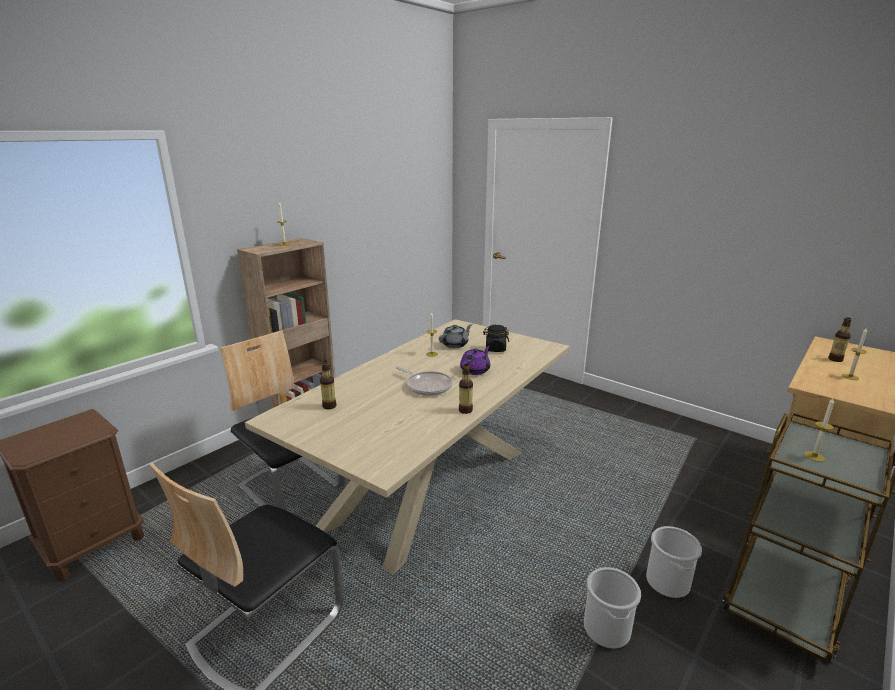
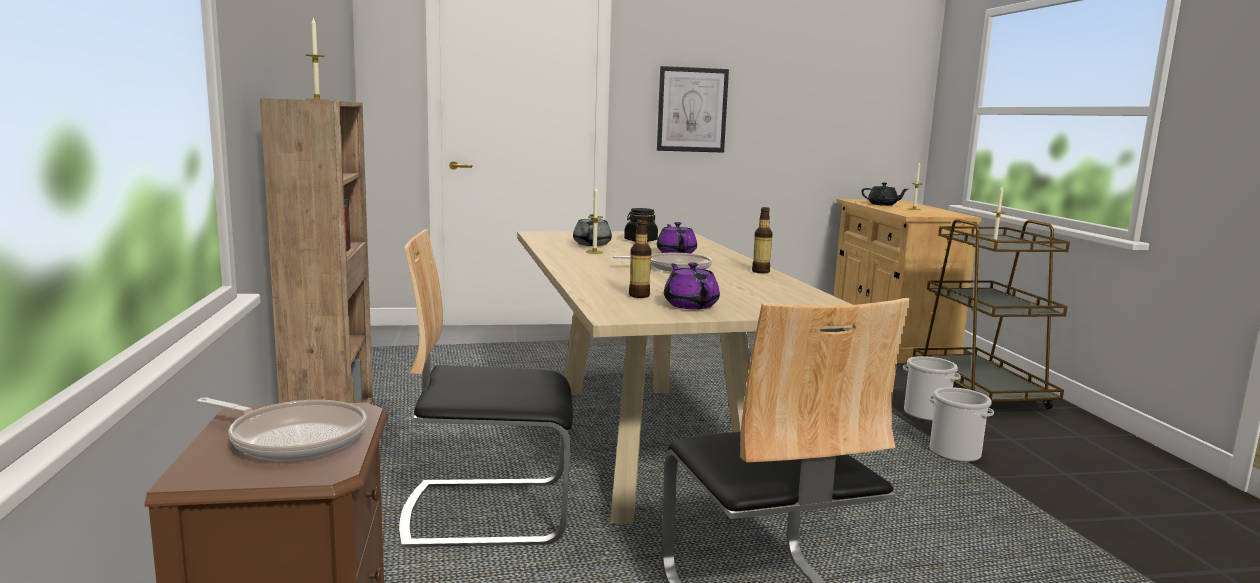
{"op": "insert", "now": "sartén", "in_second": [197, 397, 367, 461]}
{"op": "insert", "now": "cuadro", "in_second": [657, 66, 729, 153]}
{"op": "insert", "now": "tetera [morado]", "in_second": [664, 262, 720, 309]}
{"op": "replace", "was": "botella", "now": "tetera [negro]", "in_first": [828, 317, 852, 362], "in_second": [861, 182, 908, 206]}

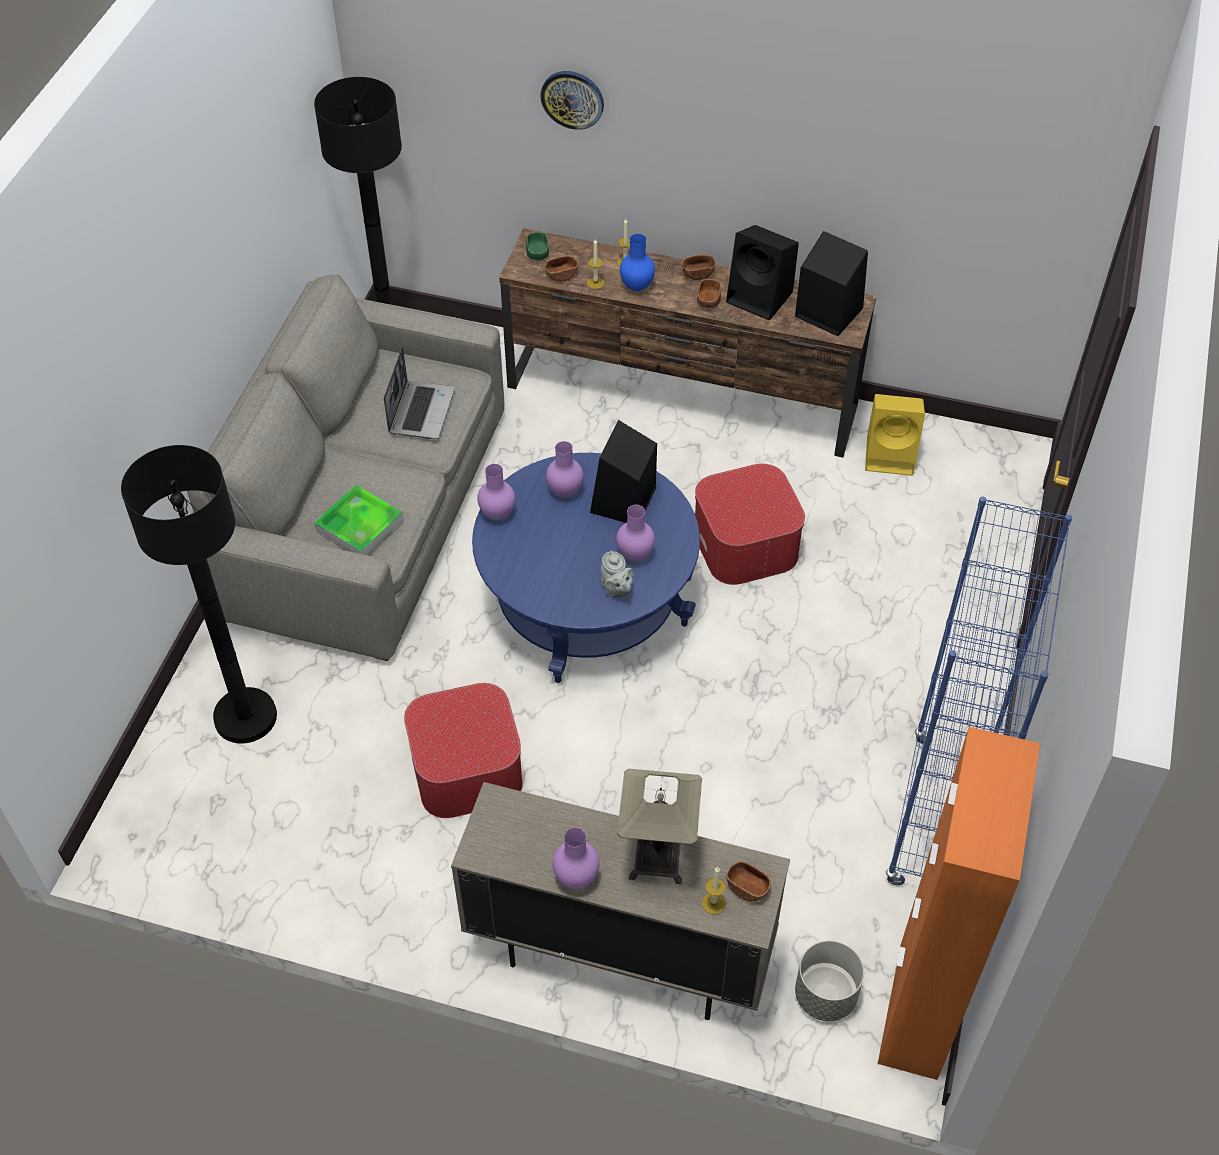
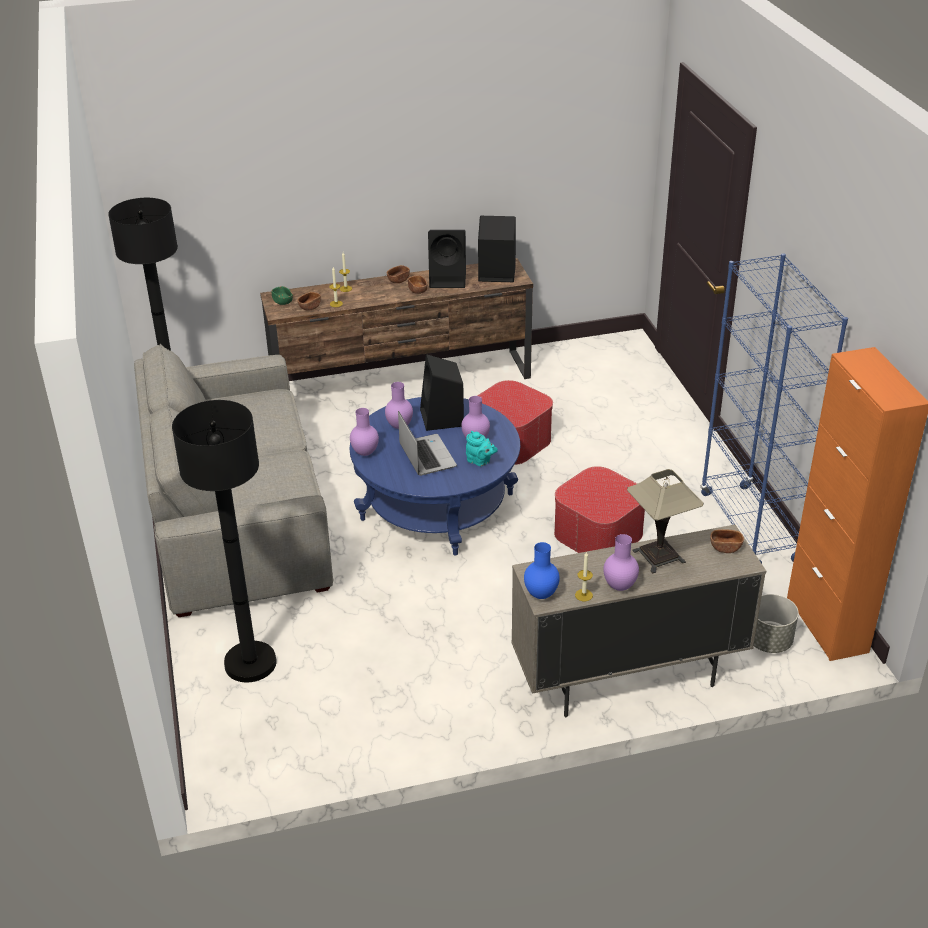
{"op": "move", "was": "portátil", "in_first": [384, 347, 455, 439], "in_second": [398, 411, 457, 476]}
{"op": "recolor", "was": "tetera [gris]", "now": "tetera [turquesa]", "in_first": [601, 551, 634, 598], "in_second": [466, 431, 498, 466]}
{"op": "move", "was": "florero [azul]", "in_first": [620, 234, 655, 291], "in_second": [524, 542, 560, 599]}
{"op": "move", "was": "puf", "in_first": [404, 683, 523, 818], "in_second": [554, 466, 645, 553]}
{"op": "move", "was": "vela", "in_first": [702, 867, 726, 915], "in_second": [575, 551, 593, 601]}
{"op": "delete", "was": "bandeja", "in_first": [314, 485, 404, 555]}
{"op": "delete", "was": "reloj de pared", "in_first": [540, 71, 604, 130]}
{"op": "delete", "was": "altavoz [amarillo]", "in_first": [865, 394, 925, 476]}

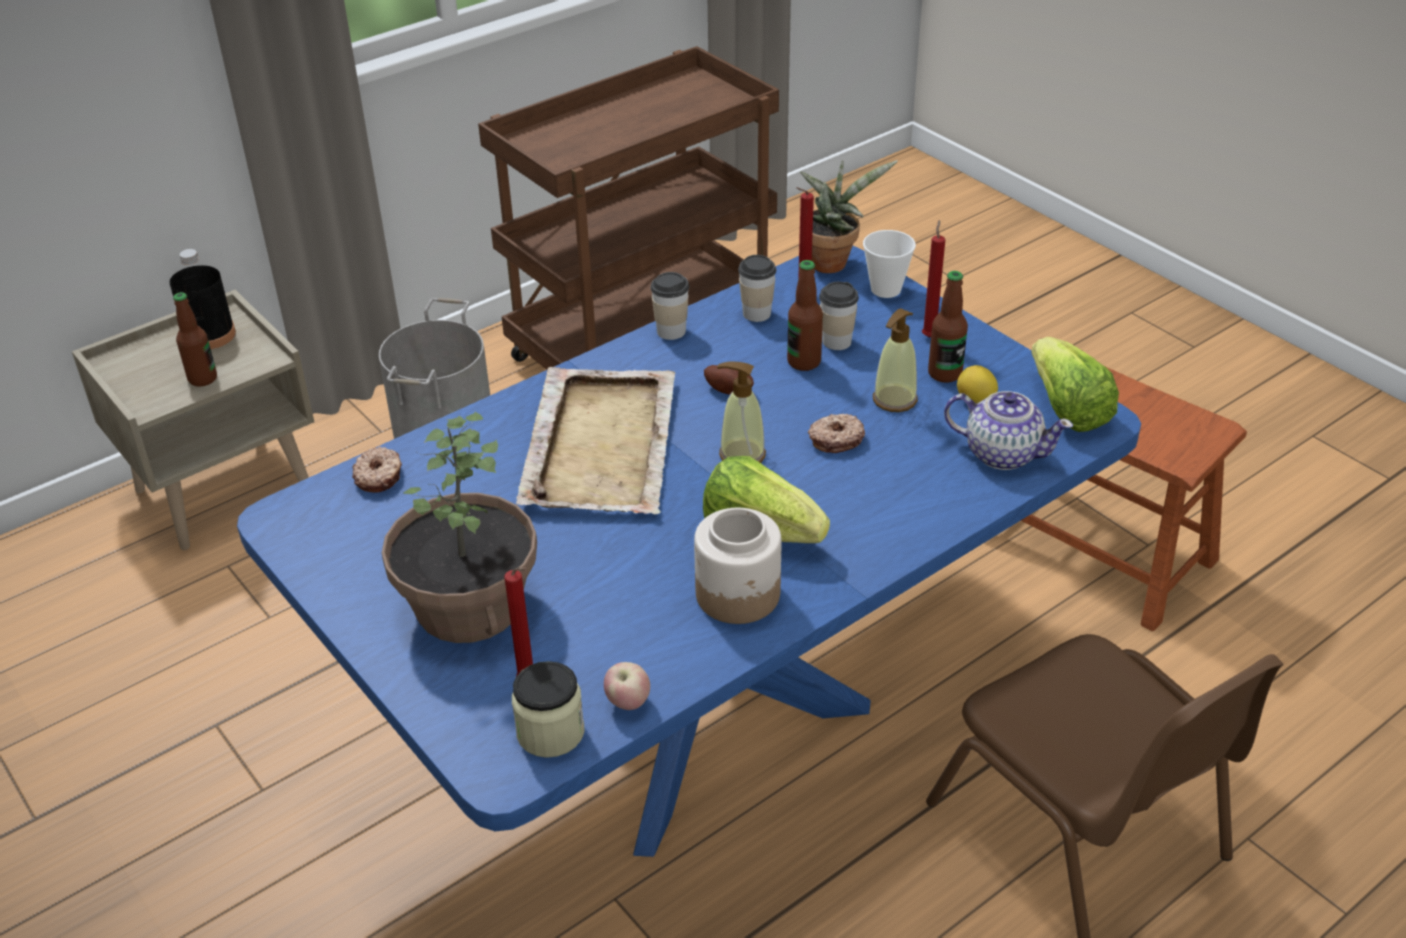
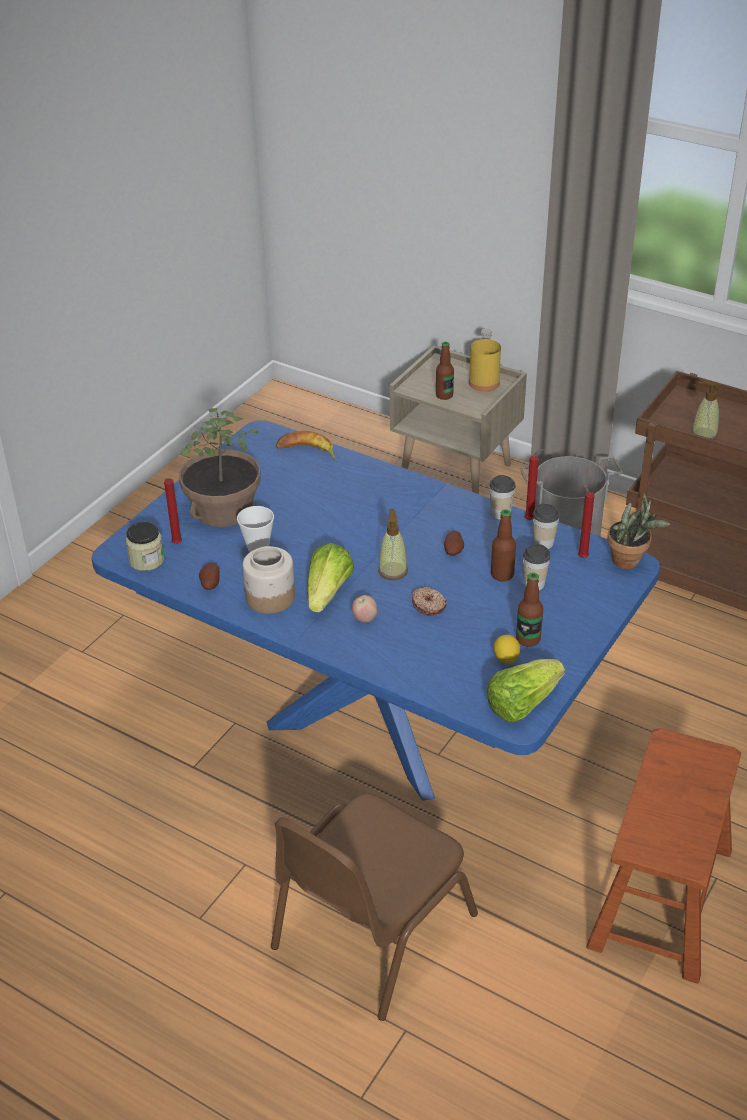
{"op": "insert", "now": "patata", "in_second": [199, 563, 220, 590]}
{"op": "move", "was": "taza", "in_first": [863, 230, 916, 298], "in_second": [237, 506, 274, 552]}
{"op": "replace", "was": "rosquilla", "now": "plátano", "in_first": [352, 447, 402, 493], "in_second": [276, 431, 336, 460]}
{"op": "move", "was": "manzana", "in_first": [604, 662, 650, 710], "in_second": [352, 595, 378, 623]}
{"op": "recolor", "was": "botella [negro]", "now": "botella [amarillo]", "in_first": [169, 249, 236, 349], "in_second": [469, 328, 501, 392]}
{"op": "move", "was": "vela [rojo]", "in_first": [922, 220, 945, 338], "in_second": [525, 449, 543, 520]}
{"op": "move", "was": "dispensador de jabón", "in_first": [873, 308, 918, 412], "in_second": [691, 381, 719, 440]}
{"op": "delete", "was": "bandeja [beis]", "in_first": [516, 367, 676, 514]}
{"op": "delete", "was": "tetera", "in_first": [944, 391, 1073, 470]}

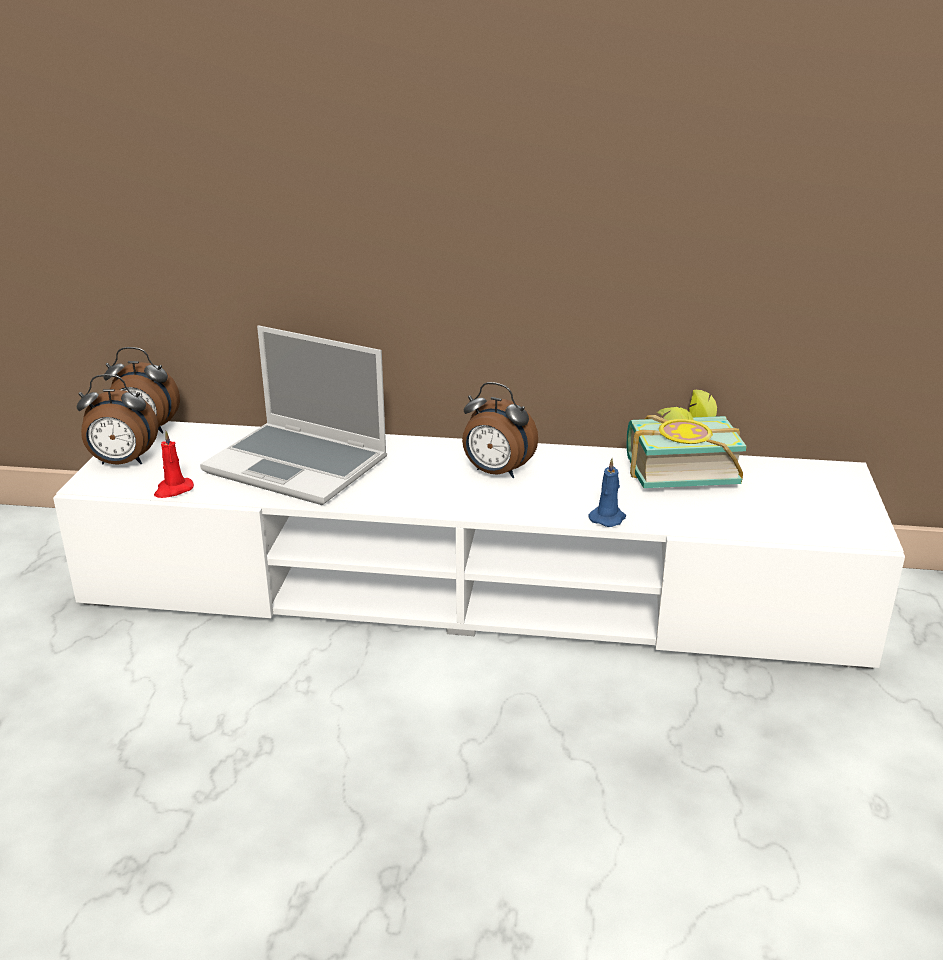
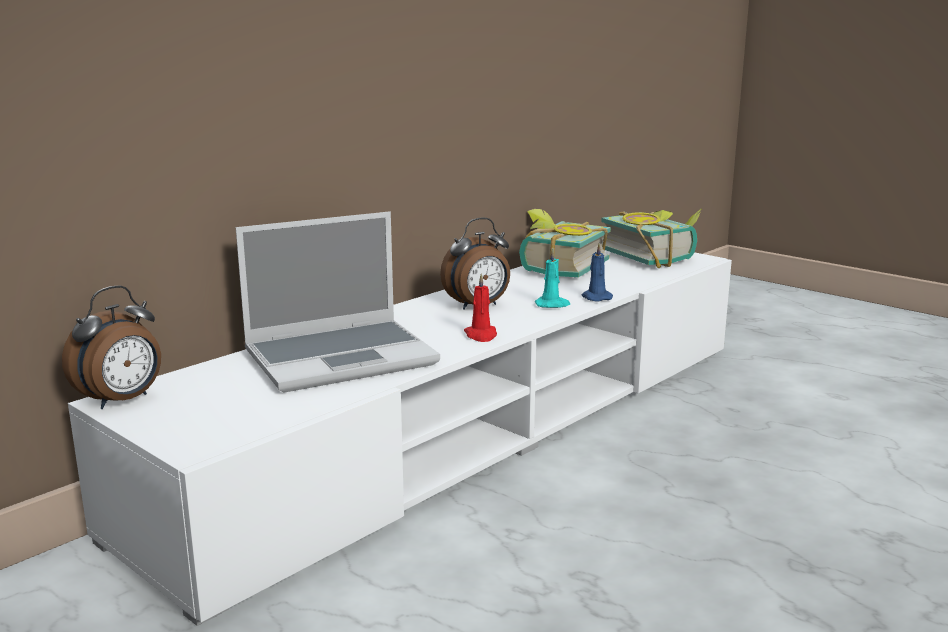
{"op": "move", "was": "vela [rojo]", "in_first": [154, 431, 194, 498], "in_second": [464, 273, 497, 342]}
{"op": "insert", "now": "vela [turquesa]", "in_second": [535, 249, 570, 308]}
{"op": "insert", "now": "libro", "in_second": [601, 209, 702, 268]}
{"op": "delete", "was": "despertador", "in_first": [77, 374, 158, 465]}

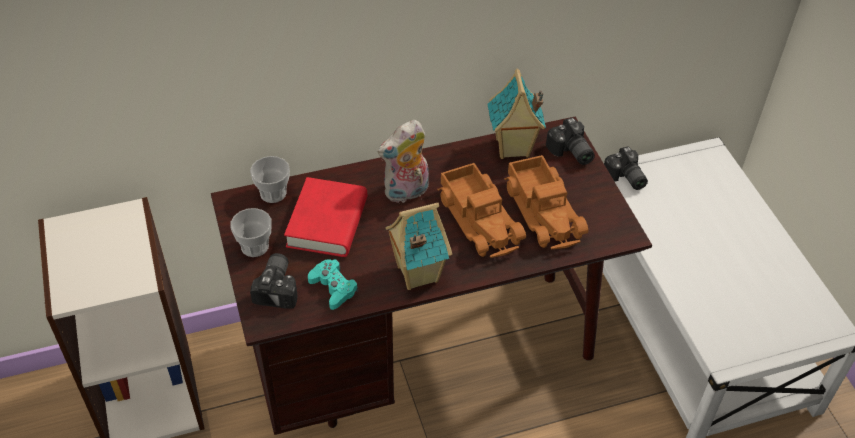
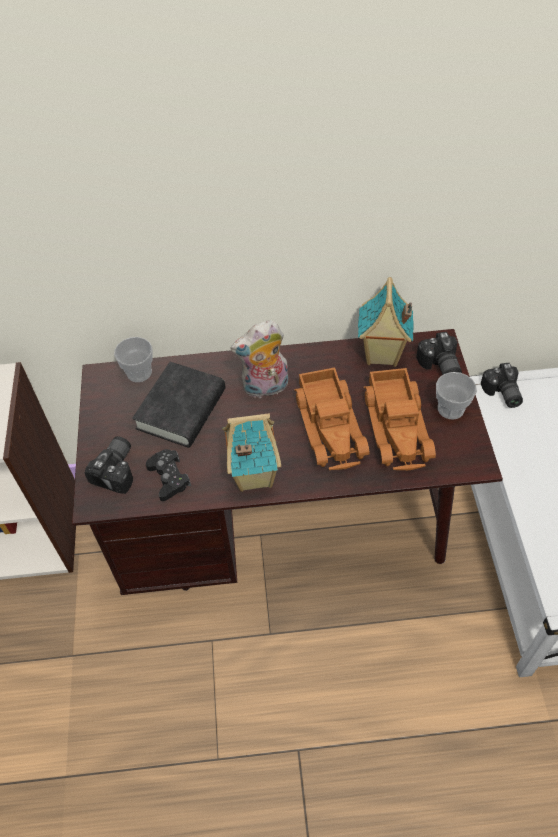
{"op": "recolor", "was": "libro [rojo]", "now": "libro [negro]", "in_first": [284, 177, 367, 257], "in_second": [132, 362, 225, 448]}
{"op": "recolor", "was": "mando de consola [turquesa]", "now": "mando de consola [negro]", "in_first": [308, 259, 358, 310], "in_second": [146, 449, 191, 501]}
{"op": "move", "was": "taza", "in_first": [230, 208, 272, 257], "in_second": [436, 372, 477, 419]}

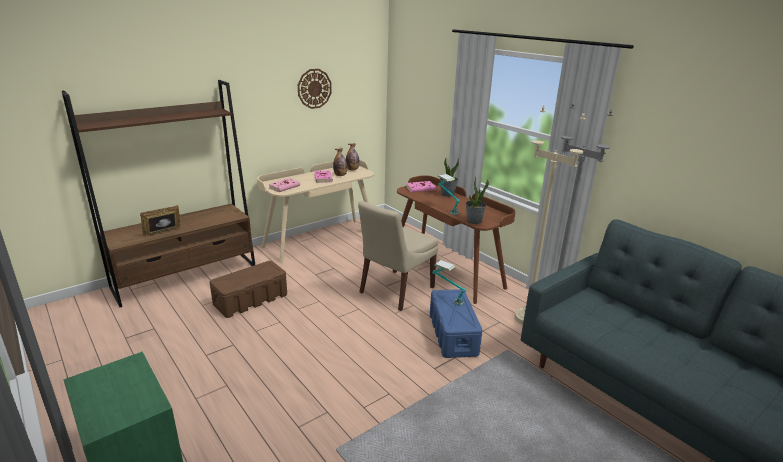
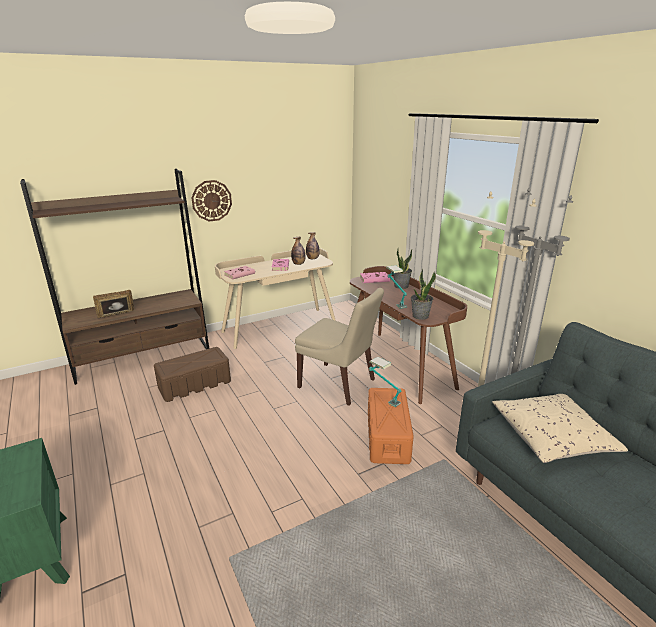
{"op": "move", "was": "reloj de pared", "in_first": [298, 69, 332, 109], "in_second": [191, 180, 232, 222]}
{"op": "rotate", "was": "silla [beis]", "in_first": [358, 201, 438, 311], "in_second": [295, 288, 384, 406], "clockwise": -105}
{"op": "recolor", "was": "caja de almacenaje [azul]", "now": "caja de almacenaje [naranja]", "in_first": [430, 289, 483, 358], "in_second": [368, 388, 414, 464]}
{"op": "insert", "now": "cojín [beis]", "in_second": [492, 394, 628, 463]}

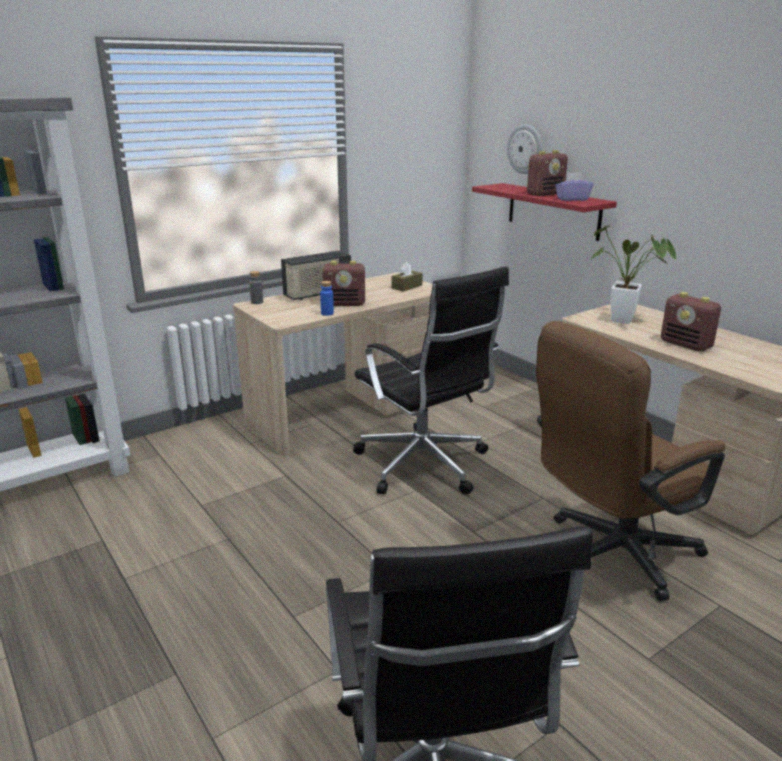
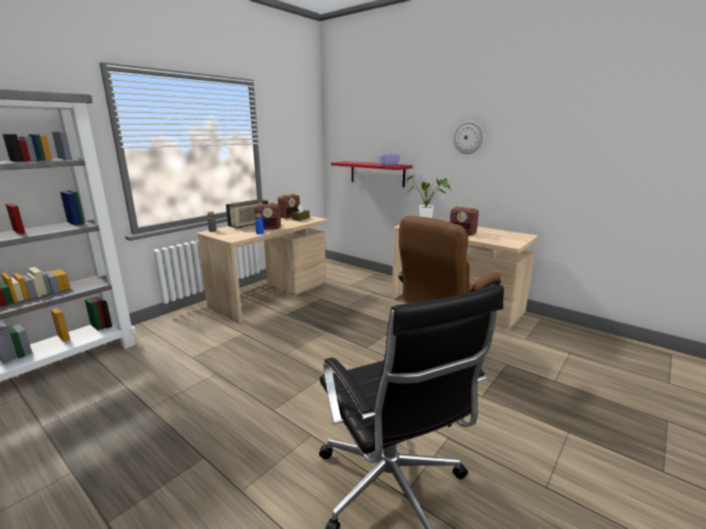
{"op": "move", "was": "radio", "in_first": [527, 150, 568, 196], "in_second": [278, 193, 300, 219]}
{"op": "move", "was": "reloj de pared", "in_first": [507, 124, 542, 174], "in_second": [453, 121, 484, 154]}
{"op": "delete", "was": "silla de oficina [negro]", "in_first": [353, 266, 509, 494]}

